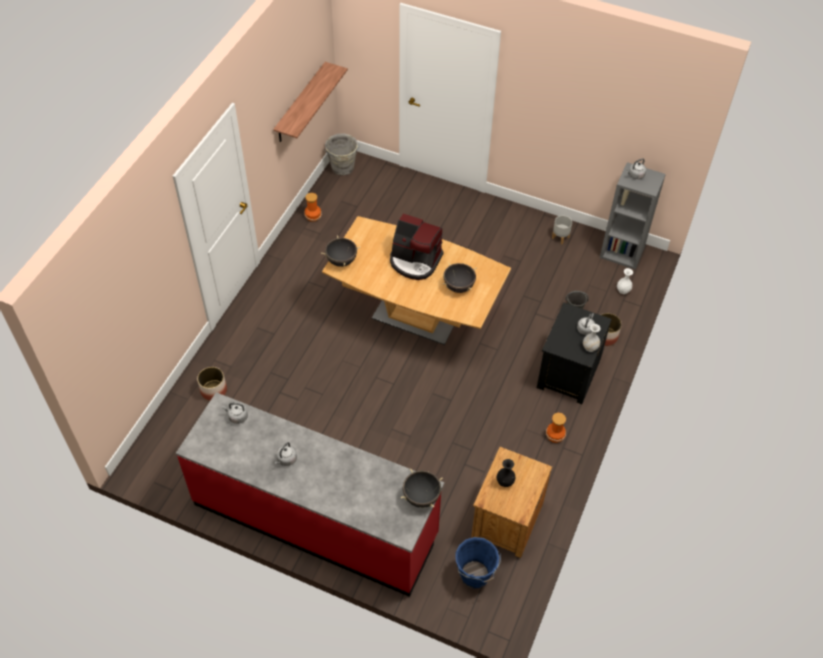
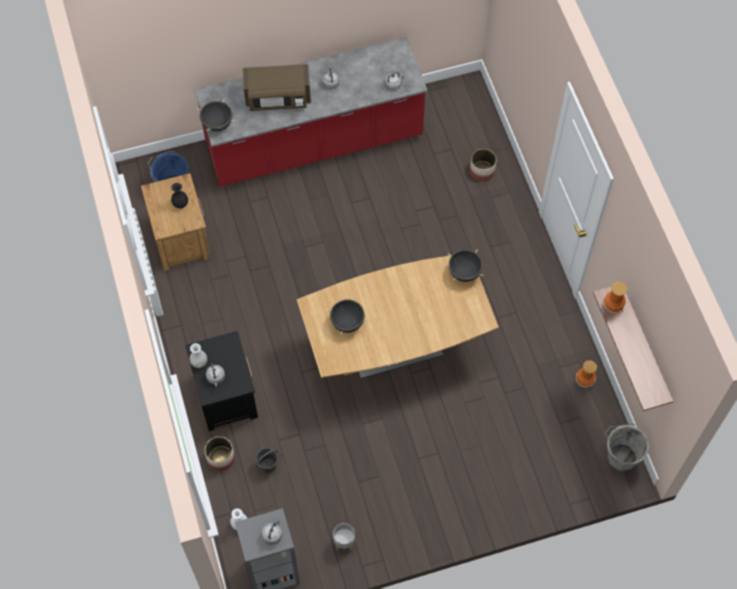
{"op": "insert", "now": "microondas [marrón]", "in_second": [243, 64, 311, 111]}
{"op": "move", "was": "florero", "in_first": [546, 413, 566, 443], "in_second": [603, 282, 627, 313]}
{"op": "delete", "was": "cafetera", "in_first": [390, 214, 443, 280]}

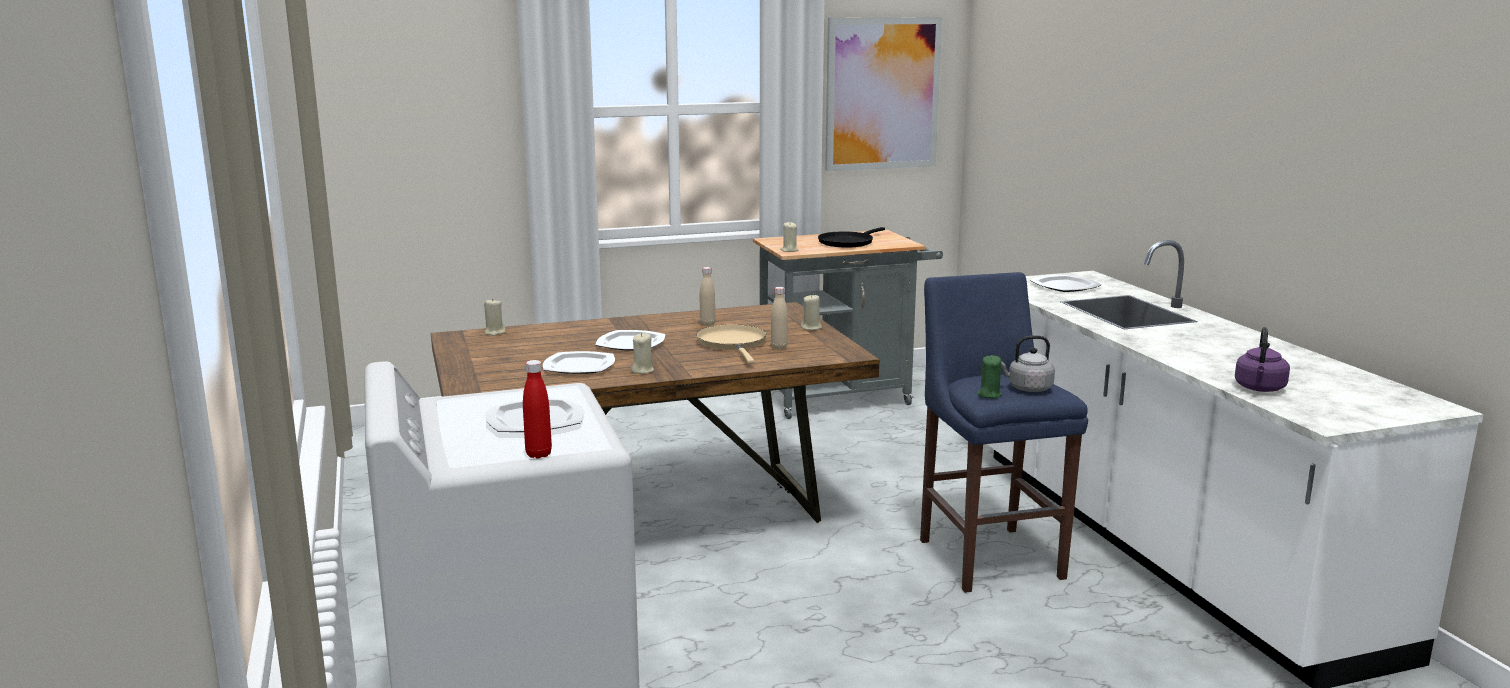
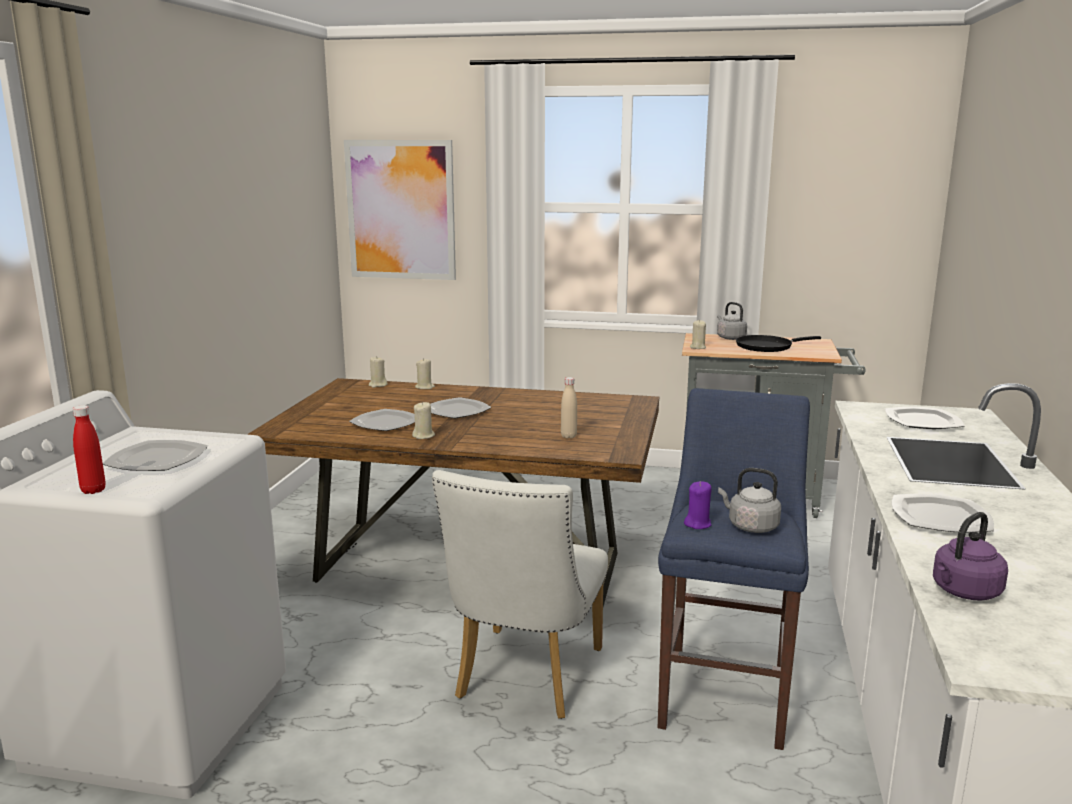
{"op": "move", "was": "cuadro", "in_first": [825, 17, 942, 171], "in_second": [344, 140, 456, 280]}
{"op": "move", "was": "vela [beis]", "in_first": [801, 294, 822, 330], "in_second": [415, 358, 435, 389]}
{"op": "insert", "now": "silla [blanco]", "in_second": [432, 470, 608, 719]}
{"op": "recolor", "was": "vela [verde]", "now": "vela [morado]", "in_first": [977, 356, 1002, 399], "in_second": [684, 481, 712, 529]}
{"op": "insert", "now": "hervidor [gris]", "in_second": [717, 302, 747, 340]}
{"op": "insert", "now": "plato", "in_second": [892, 494, 994, 533]}
{"op": "delete", "was": "sartén [beis]", "in_first": [696, 324, 767, 364]}
{"op": "delete", "was": "botella [beis]", "in_first": [700, 267, 715, 326]}

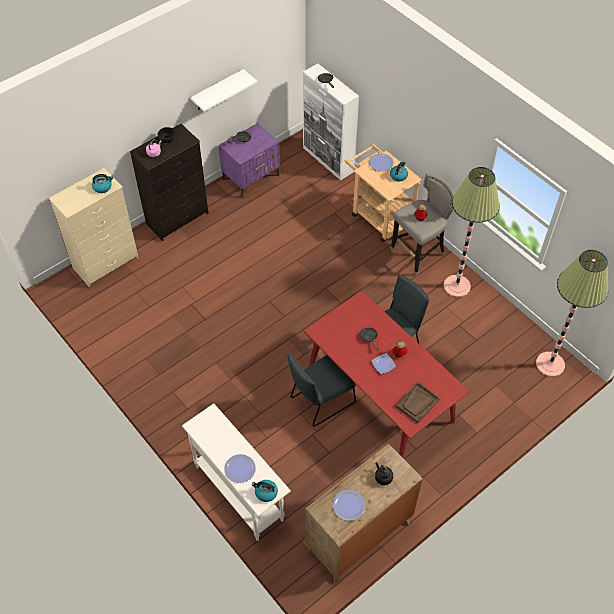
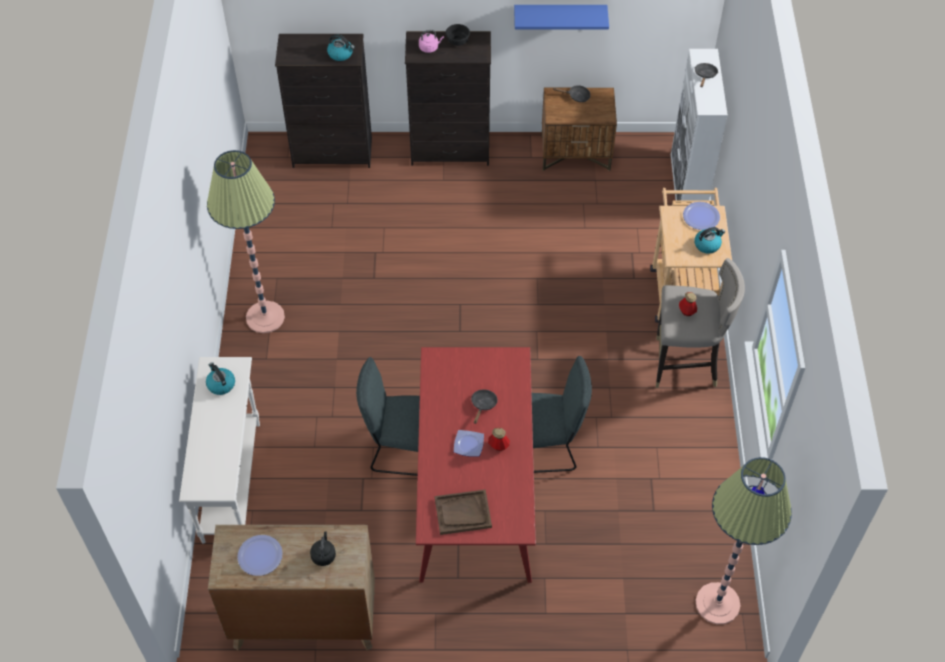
{"op": "move", "was": "hervidor", "in_first": [252, 480, 278, 502], "in_second": [206, 362, 235, 395]}
{"op": "move", "was": "lámpara de pie", "in_first": [443, 167, 500, 297], "in_second": [207, 150, 285, 333]}
{"op": "recolor", "was": "cómoda [beis]", "now": "cómoda [negro]", "in_first": [49, 168, 139, 288], "in_second": [275, 34, 372, 168]}
{"op": "recolor", "was": "estante [blanco]", "now": "estante [azul]", "in_first": [190, 69, 257, 111], "in_second": [514, 5, 609, 29]}
{"op": "recolor", "was": "mesita de noche [morado]", "now": "mesita de noche [marrón]", "in_first": [218, 123, 280, 198], "in_second": [541, 88, 617, 171]}
{"op": "delete", "was": "plato", "in_first": [224, 454, 256, 483]}

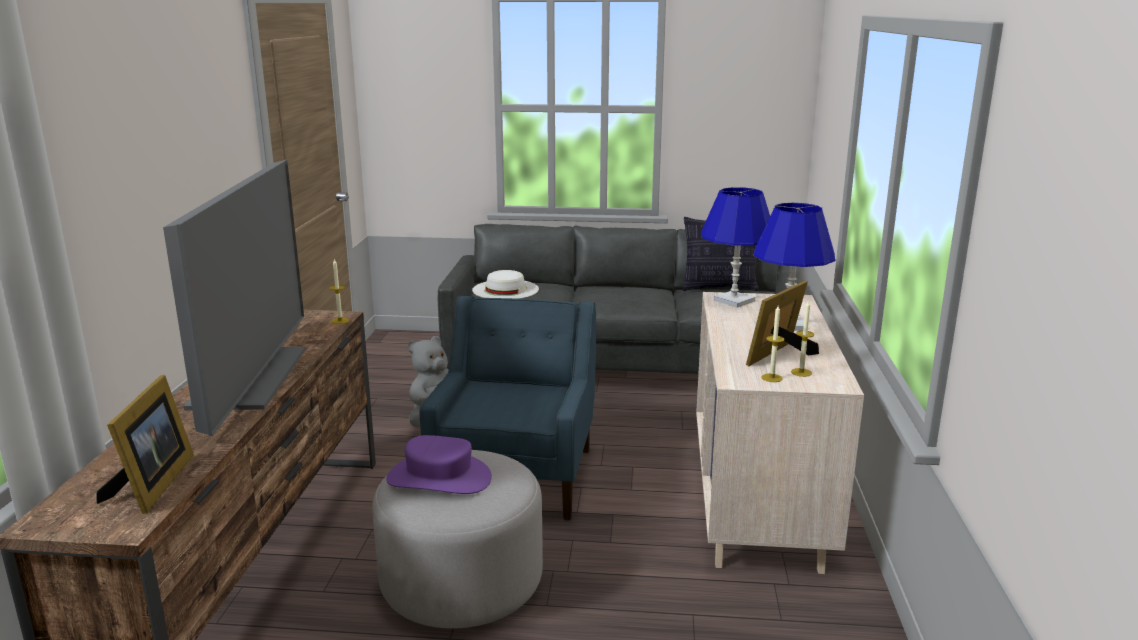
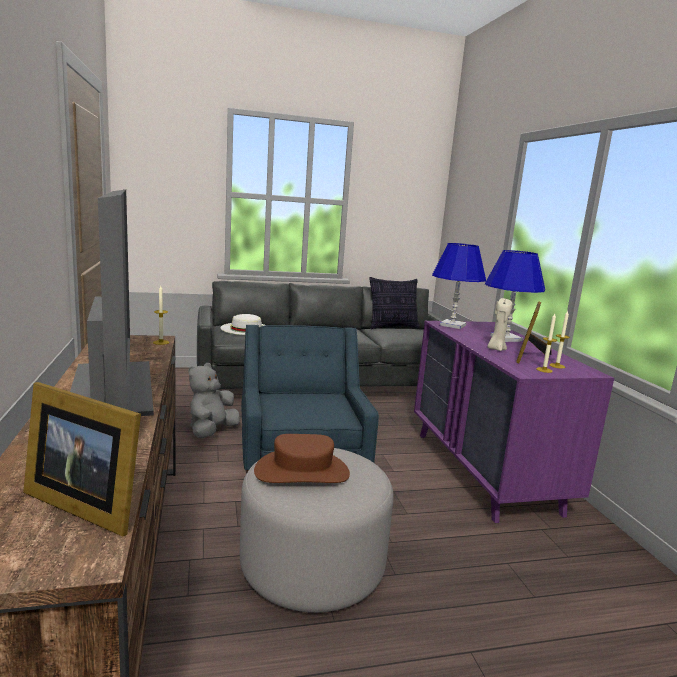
{"op": "rotate", "was": "portarretratos", "in_first": [96, 375, 194, 514], "in_second": [23, 382, 141, 536], "clockwise": 135}
{"op": "recolor", "was": "sombrero [morado]", "now": "sombrero [marrón]", "in_first": [386, 435, 492, 494], "in_second": [254, 434, 350, 483]}
{"op": "recolor", "was": "cómoda [beis]", "now": "cómoda [morado]", "in_first": [696, 292, 864, 574], "in_second": [414, 321, 614, 523]}
{"op": "insert", "now": "vela [beis]", "in_second": [487, 298, 513, 351]}

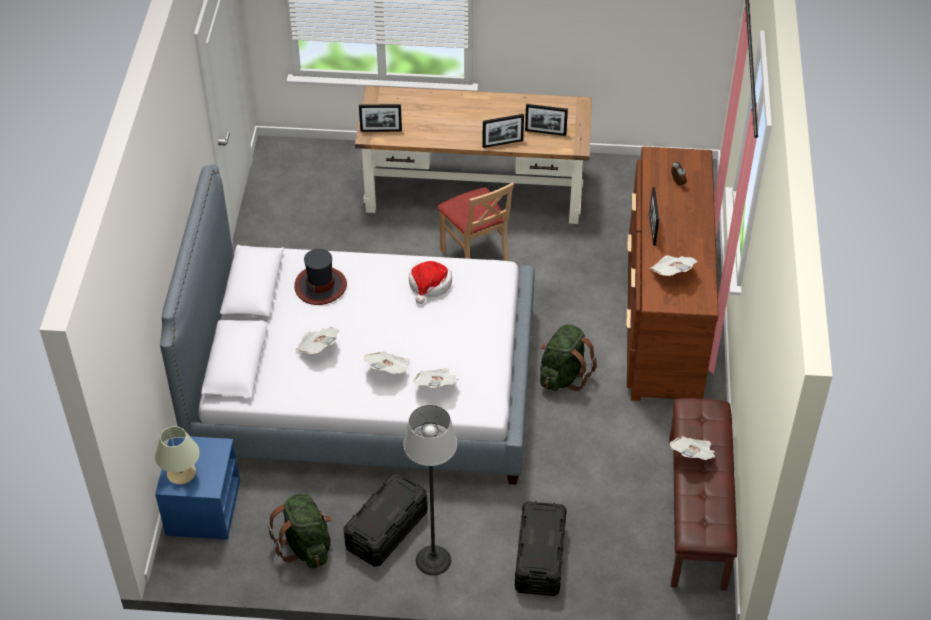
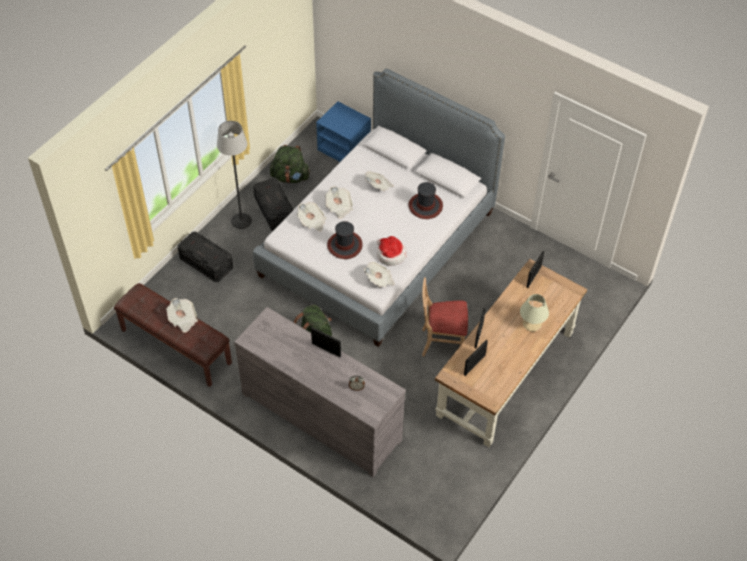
{"op": "recolor", "was": "cómoda [marrón]", "now": "cómoda [gris]", "in_first": [626, 147, 719, 401], "in_second": [234, 307, 406, 477]}
{"op": "insert", "now": "sombrero", "in_second": [327, 221, 363, 259]}
{"op": "move", "was": "periódico", "in_first": [650, 255, 697, 276], "in_second": [364, 262, 395, 287]}
{"op": "move", "was": "lámpara de mesa [beis]", "in_first": [155, 426, 200, 485], "in_second": [520, 294, 549, 332]}

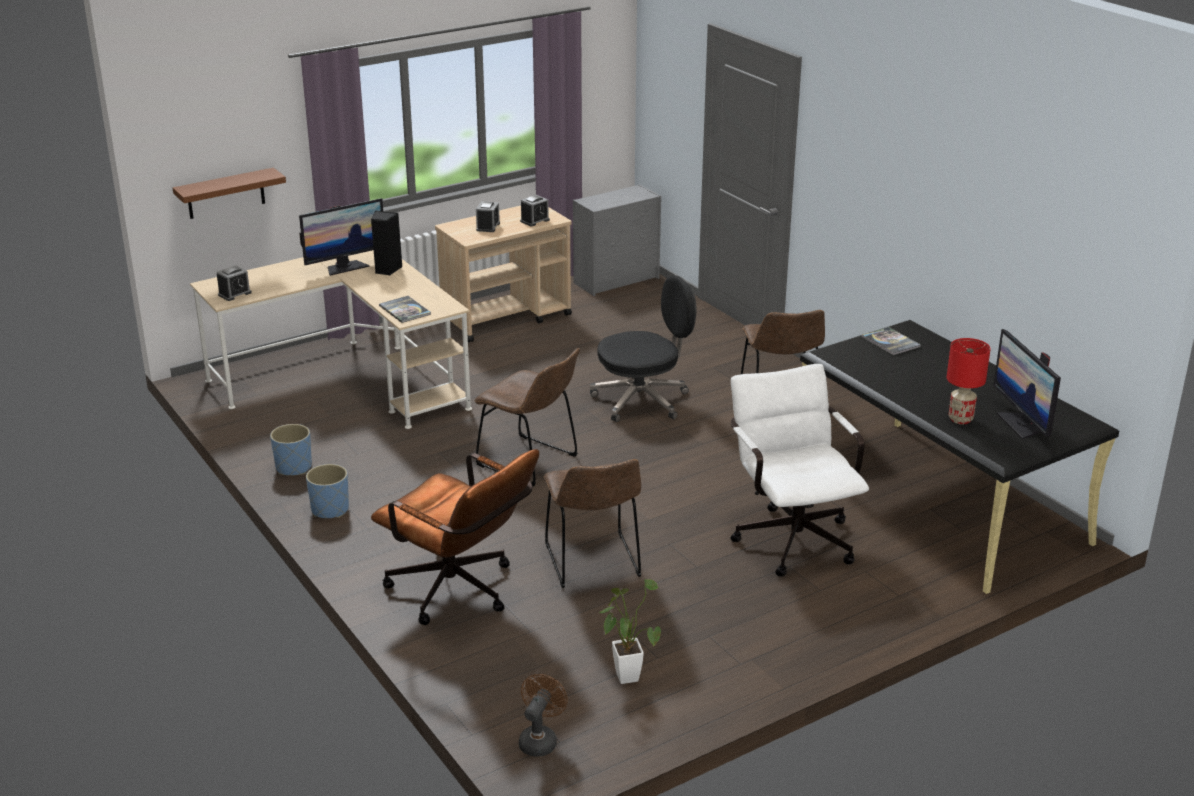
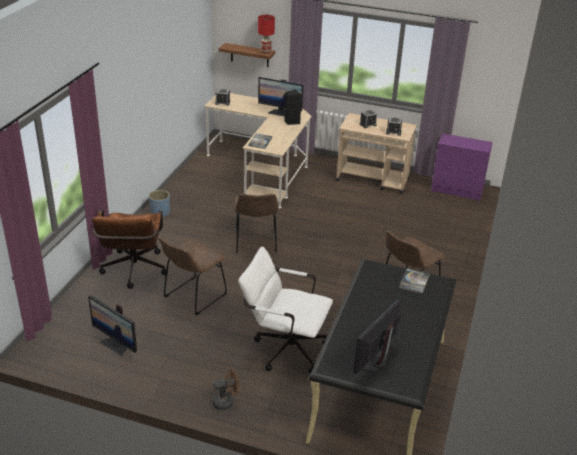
{"op": "replace", "was": "planta en maceta", "now": "monitor", "in_first": [599, 579, 661, 684], "in_second": [88, 296, 137, 356]}
{"op": "move", "was": "ventilador [marrón]", "in_first": [519, 674, 568, 757], "in_second": [213, 368, 240, 410]}
{"op": "rotate", "was": "silla de oficina [blanco]", "in_first": [730, 364, 869, 577], "in_second": [238, 247, 333, 373], "clockwise": -105}
{"op": "move", "was": "lámpara de mesa [rojo]", "in_first": [946, 338, 991, 424], "in_second": [258, 15, 275, 53]}
{"op": "recolor", "was": "cómoda [gris]", "now": "cómoda [morado]", "in_first": [573, 184, 661, 296], "in_second": [431, 133, 493, 202]}
{"op": "delete", "was": "maceta [azul]", "in_first": [270, 424, 312, 476]}
{"op": "delete", "was": "silla de oficina [negro]", "in_first": [590, 276, 697, 422]}

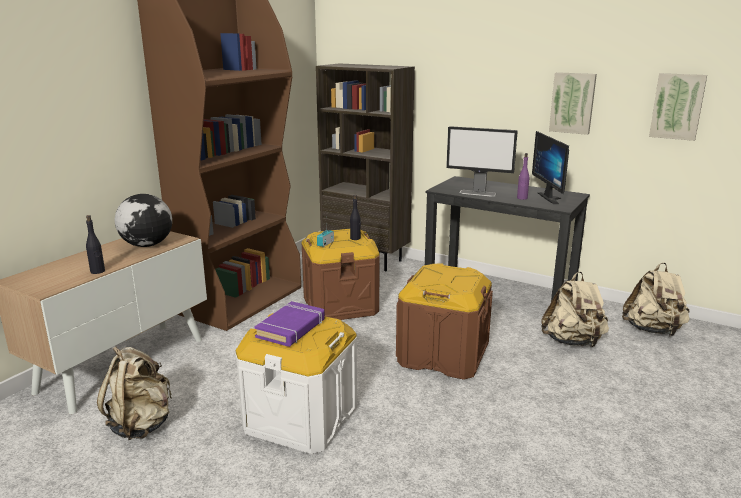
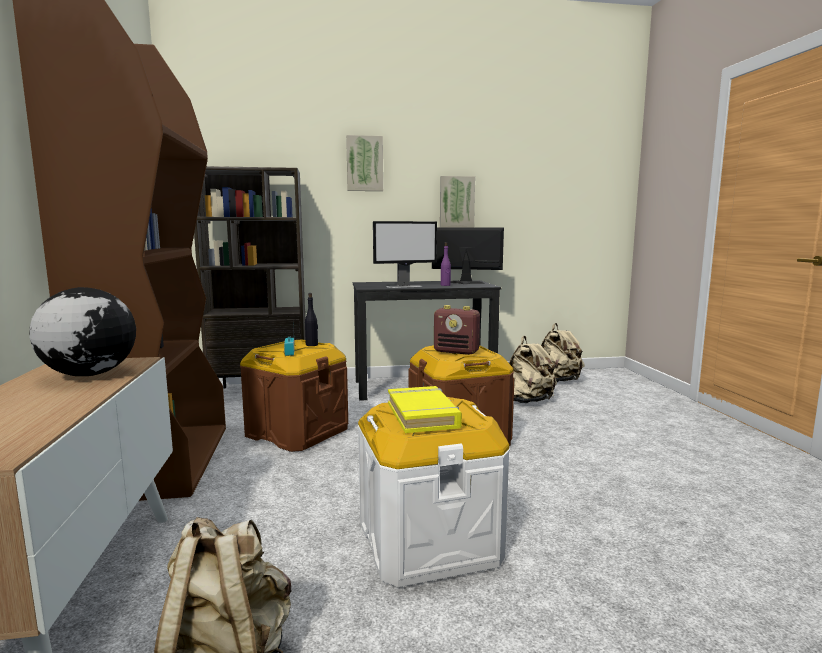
{"op": "move", "was": "cuadro", "in_first": [649, 73, 707, 141], "in_second": [346, 135, 383, 191]}
{"op": "recolor", "was": "libro [morado]", "now": "libro [amarillo]", "in_first": [254, 301, 325, 347], "in_second": [388, 386, 462, 433]}
{"op": "rotate", "was": "monitor", "in_first": [532, 131, 569, 204], "in_second": [432, 228, 504, 284], "clockwise": 150}
{"op": "insert", "now": "radio", "in_second": [434, 305, 480, 355]}
{"op": "delete", "was": "botella [negro]", "in_first": [86, 215, 105, 274]}

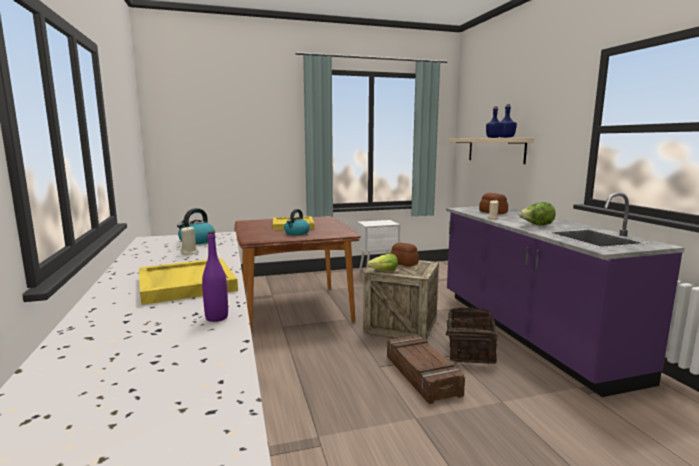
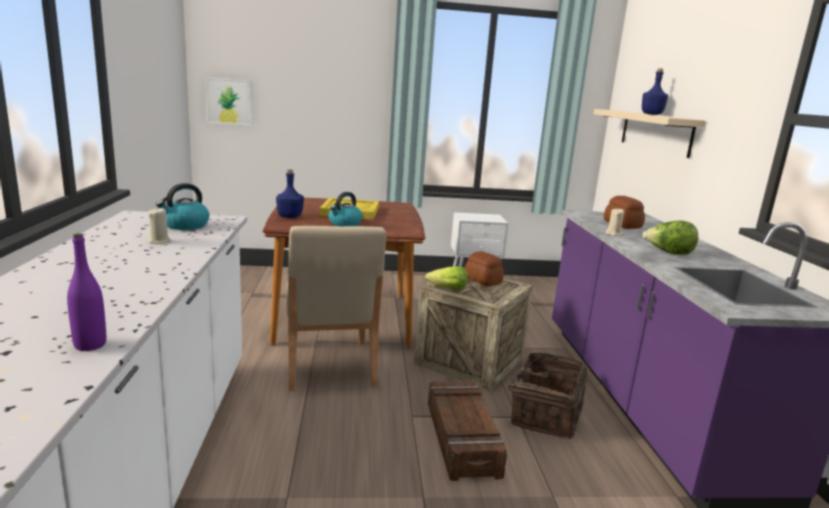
{"op": "insert", "now": "cuadro", "in_second": [205, 77, 252, 126]}
{"op": "move", "was": "botella [azul]", "in_first": [497, 104, 517, 138], "in_second": [276, 169, 304, 218]}
{"op": "insert", "now": "silla [beis]", "in_second": [286, 226, 386, 391]}
{"op": "delete", "was": "bandeja [amarillo]", "in_first": [139, 258, 238, 305]}

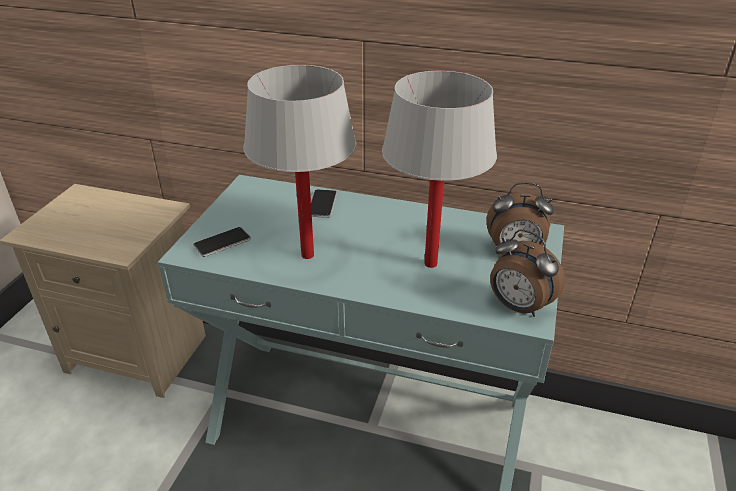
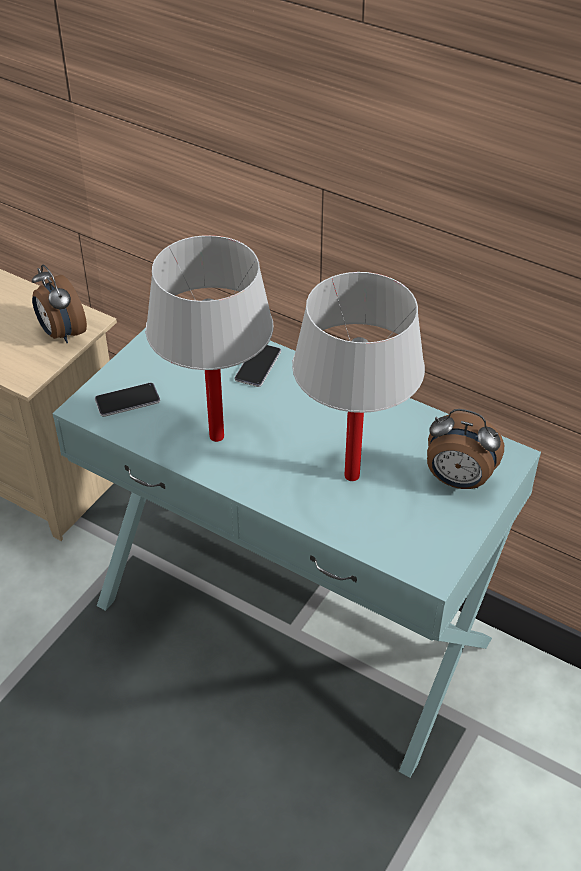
{"op": "move", "was": "despertador", "in_first": [490, 229, 565, 317], "in_second": [32, 264, 87, 343]}

